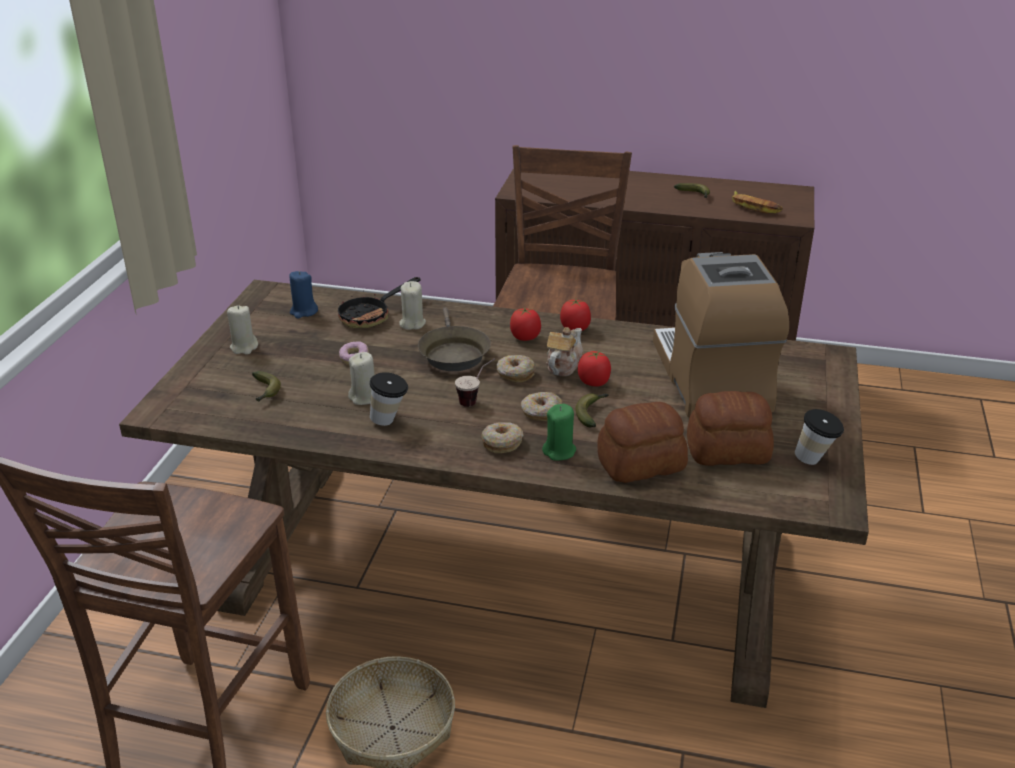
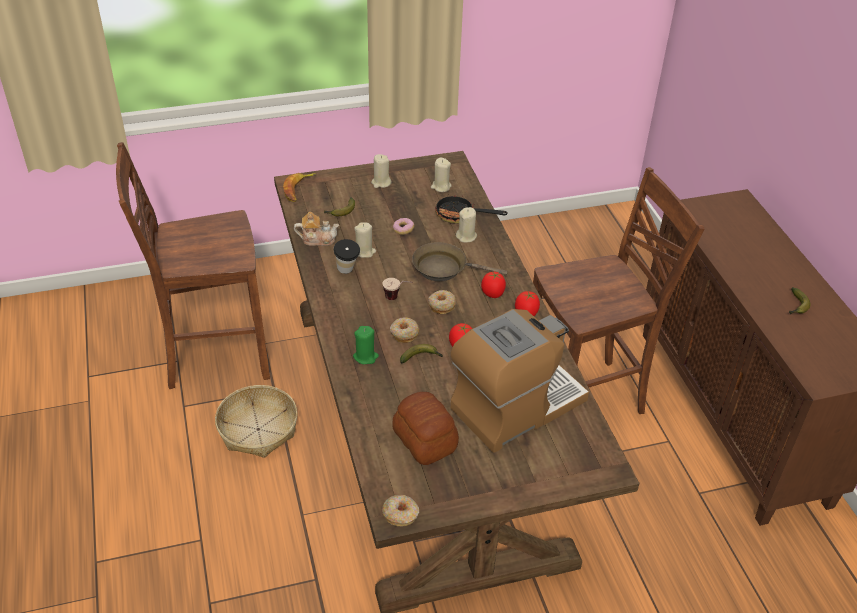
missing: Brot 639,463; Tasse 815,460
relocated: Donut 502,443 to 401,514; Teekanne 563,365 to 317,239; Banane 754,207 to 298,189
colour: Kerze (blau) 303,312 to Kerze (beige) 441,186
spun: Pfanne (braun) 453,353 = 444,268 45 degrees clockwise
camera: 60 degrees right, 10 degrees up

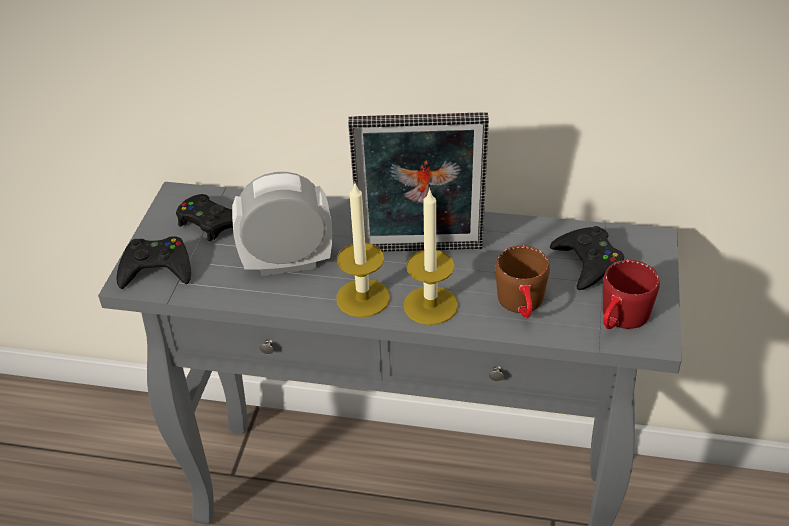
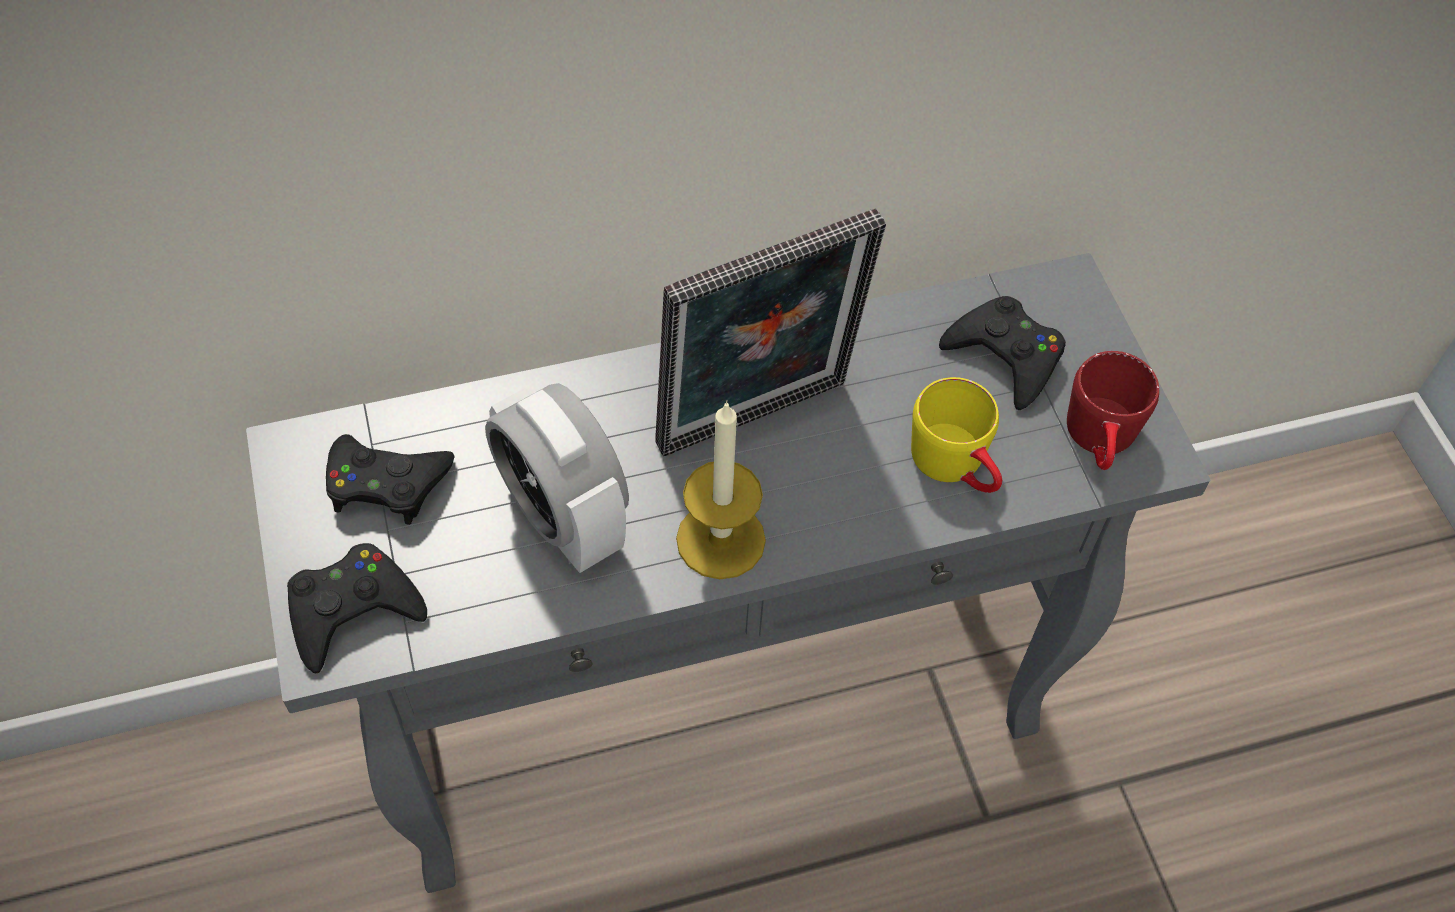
missing: Kerze 430,305
colour: Henkelbecher (braun) 522,306 to Henkelbecher (gelb) 957,466
spun: Wecker 287,263 = 563,519 90 degrees counterclockwise
camera: 30 degrees left, 15 degrees up

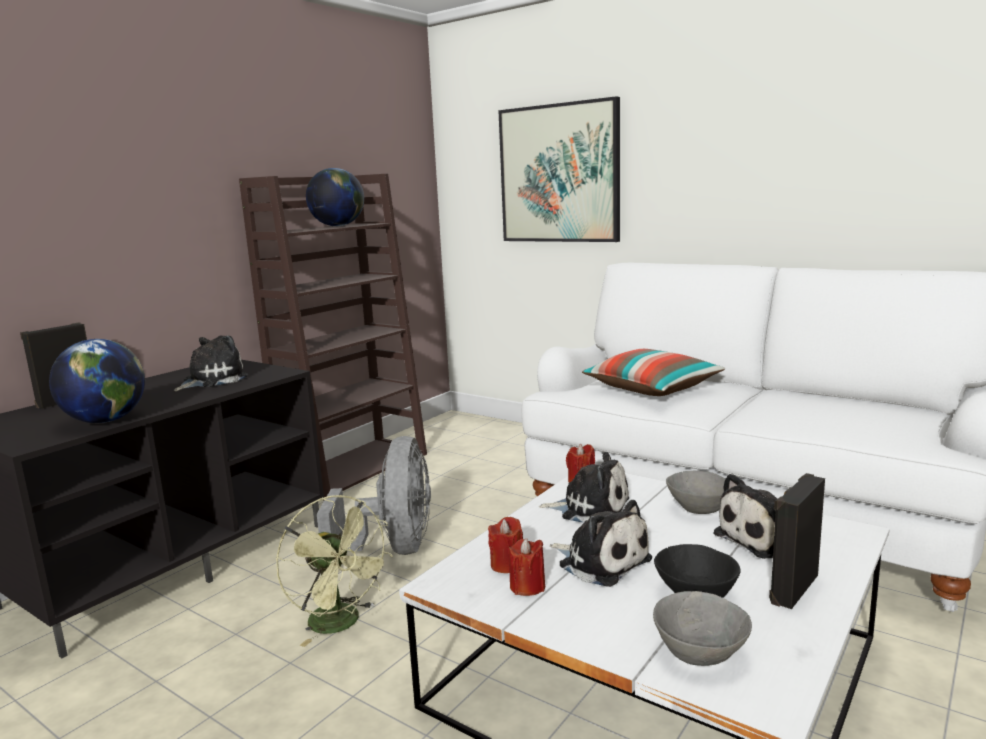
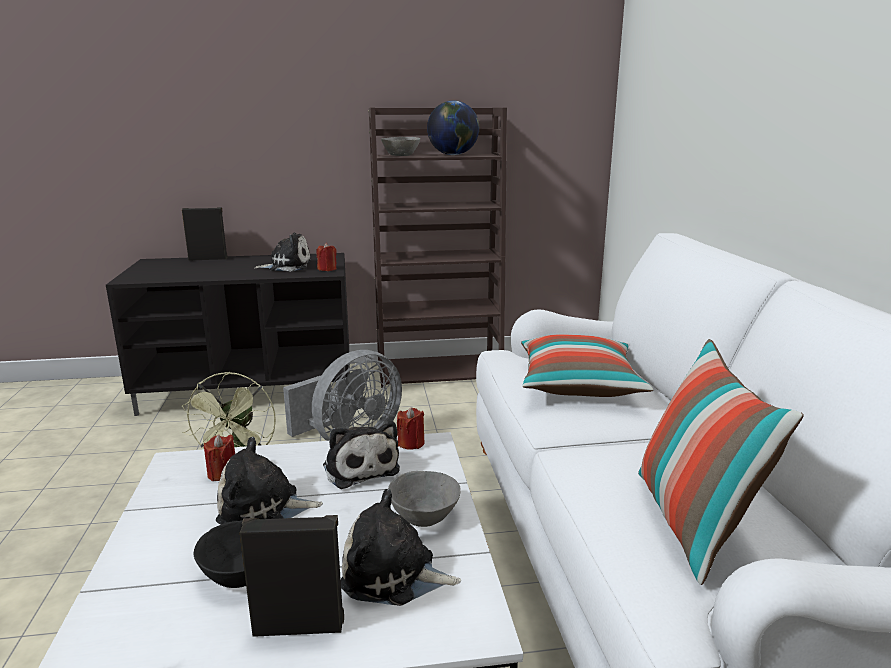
missing: Globus 105,420; Bild 559,174
appeared: Kissen 693,523
relocated: Kerze (rot) 527,587 to 327,269; Schüssel (grau) 700,653 to 400,155
spun: Plüschtier 601,561 = 264,508 90 degrees clockwise
camera: 45 degrees right, 5 degrees up

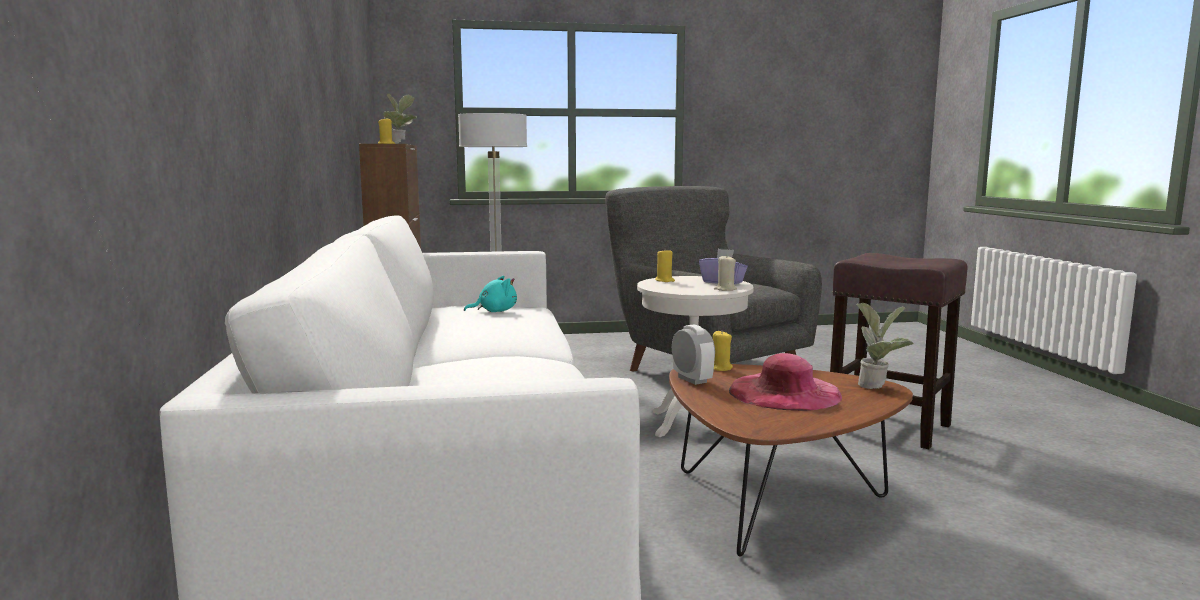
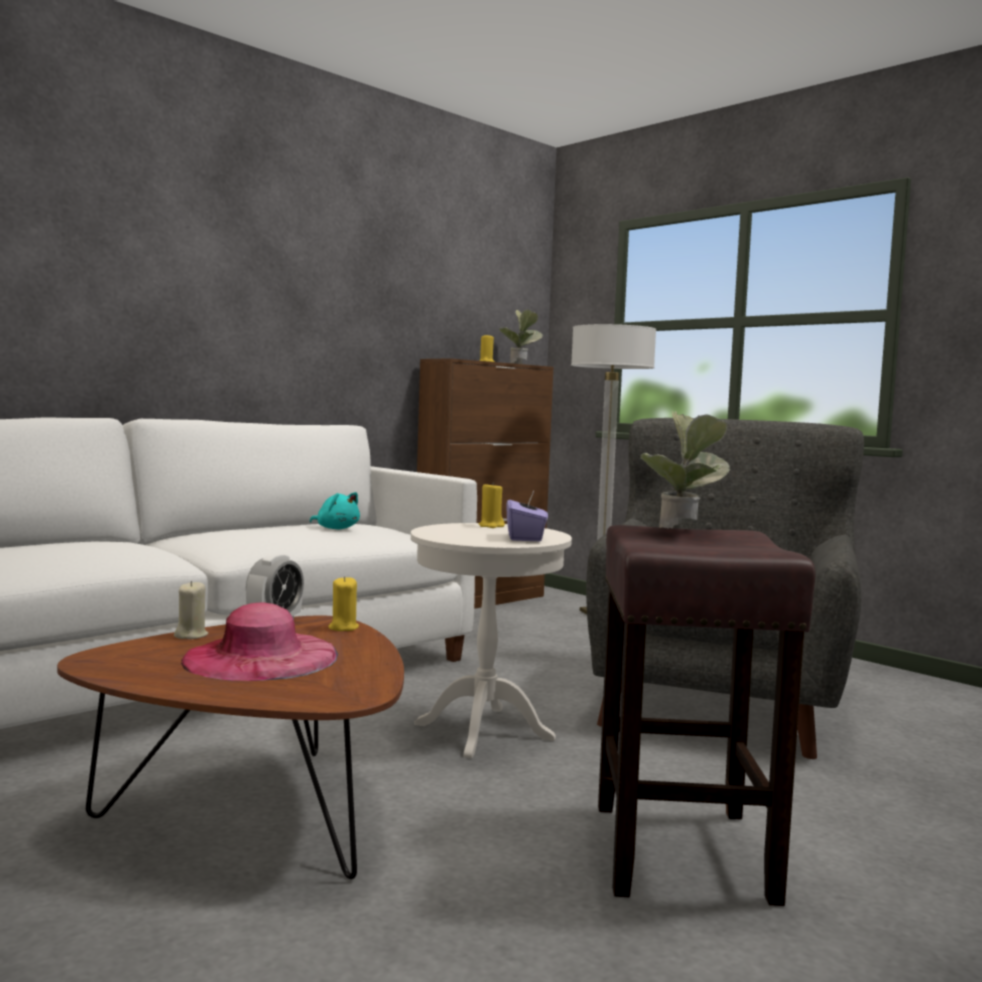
relocated: Kerze (beige) 725,289 to 191,635; Topfpflanze 878,385 to 685,530
camera: 55 degrees right, 5 degrees down

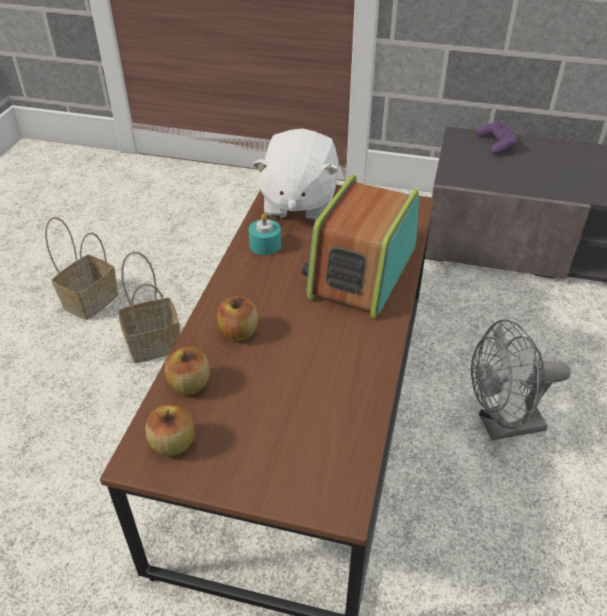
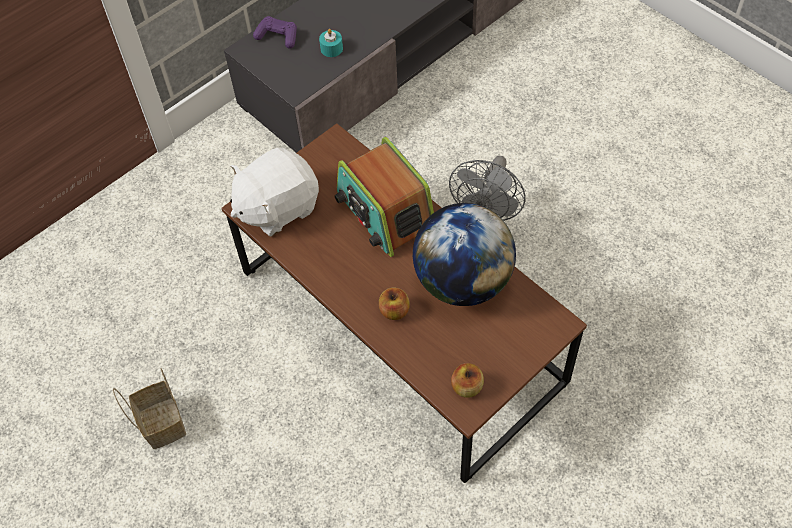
missing: Korb 155,343; Apfel 189,385
appeared: Globus 462,281
relocated: Kerze (türkis) 265,245 to 331,49
spun: Plüschtier (weiß) 298,203 = 277,207 105 degrees clockwise
camera: 55 degrees left, 15 degrees up

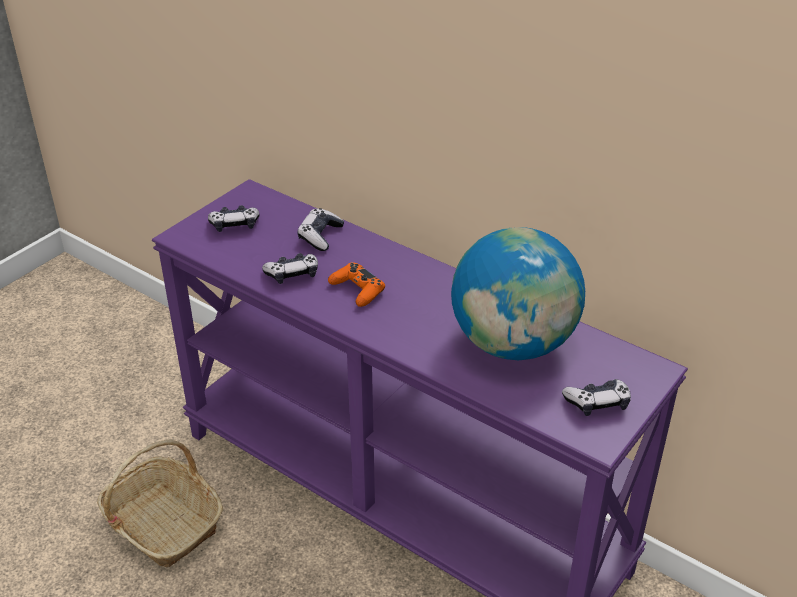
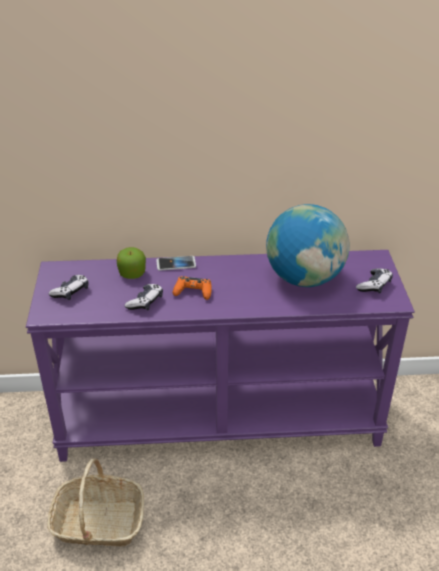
appeared: Handy 176,264
exchanged: Gamepad 320,236 to Apfel 132,273
camera: 40 degrees left, 0 degrees up

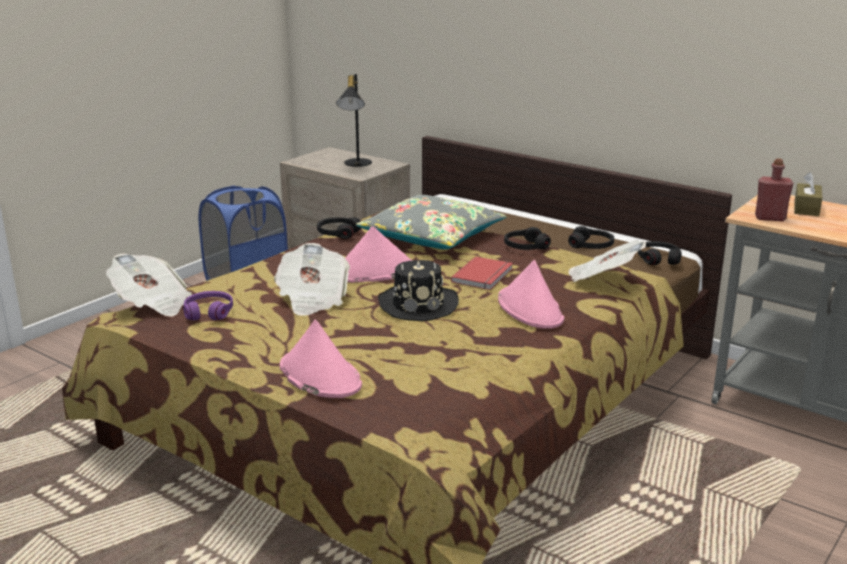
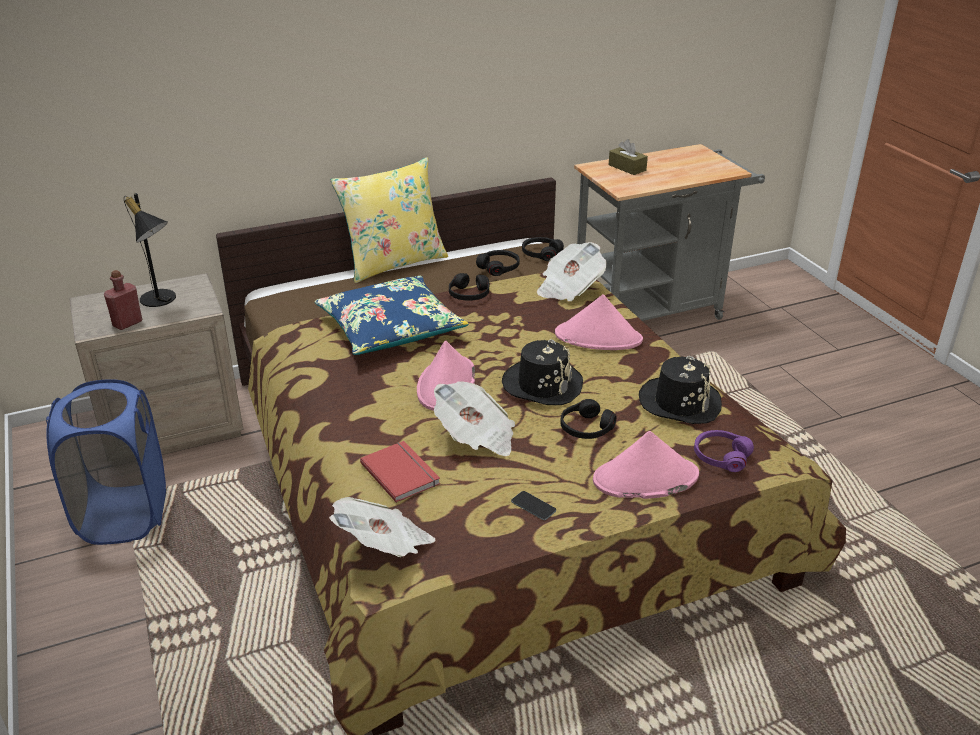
appeared: Kissen (gelb) 394,263; Handy 533,506; Hut (schwarz) 680,402
relocated: Kopfhörer (lila) 209,312 to 721,457; Kopfhörer (schwarz) 338,233 to 586,428; Buch (rot) 484,276 to 402,472; Flasche (rot) 770,218 to 127,323
colour: Kissen (grau) 432,237 to Kissen (blau) 391,328
camera: 60 degrees left, 10 degrees up

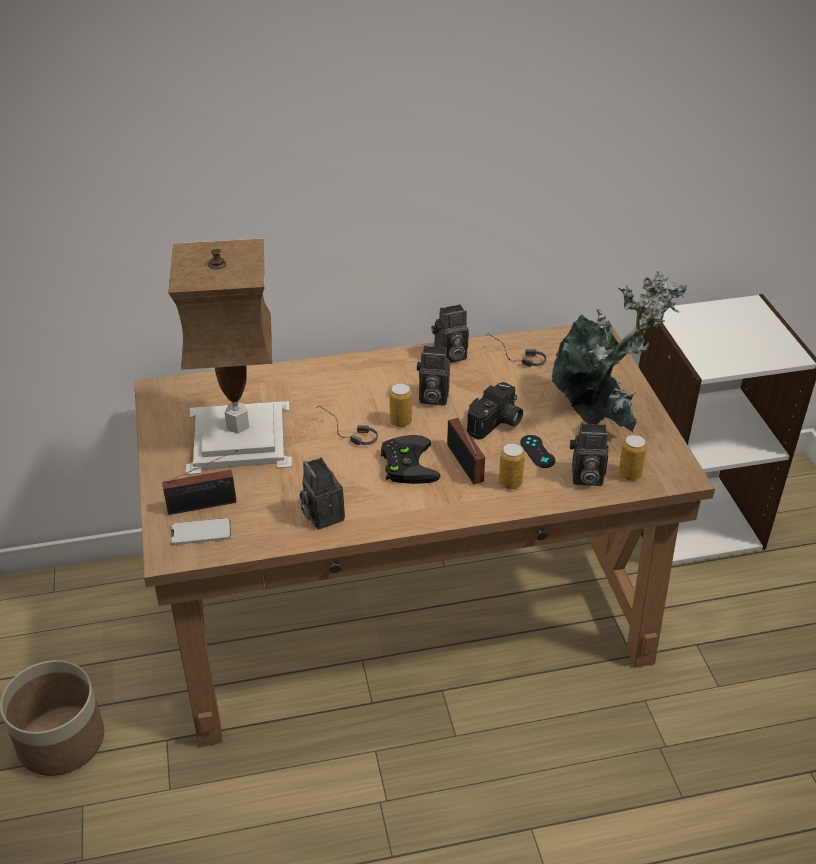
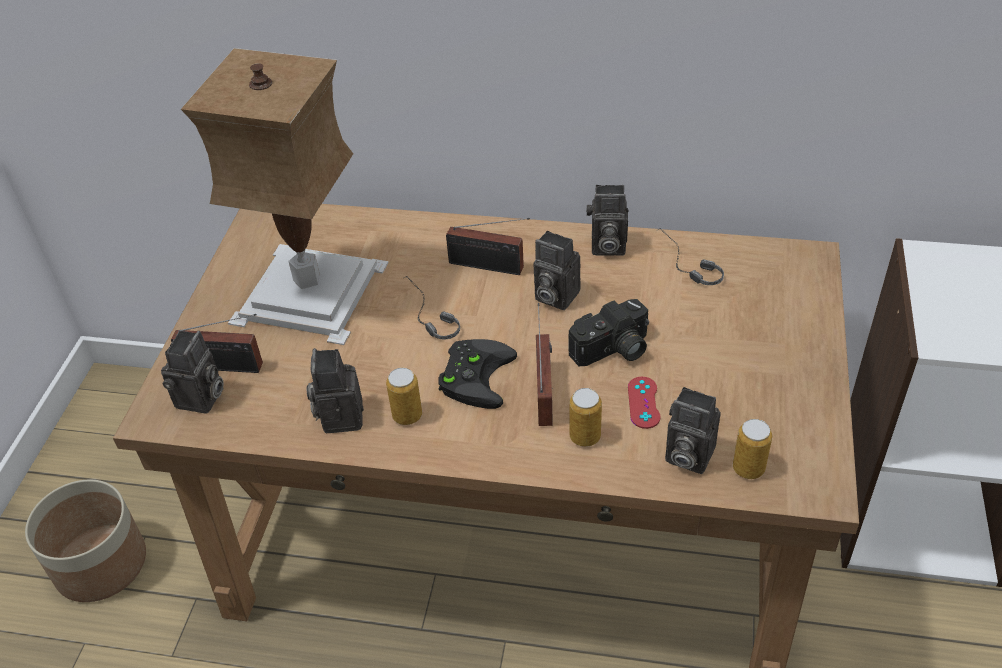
missing: Topfpflanze 602,415
appeared: Radio 490,266
relocated: Dose 400,421 to 407,415
exchanged: Handy 201,532 to Kamera 201,400
colour: Gamepad (schwarz) 537,451 to Gamepad (rot) 643,402
camera: 25 degrees right, 5 degrees up

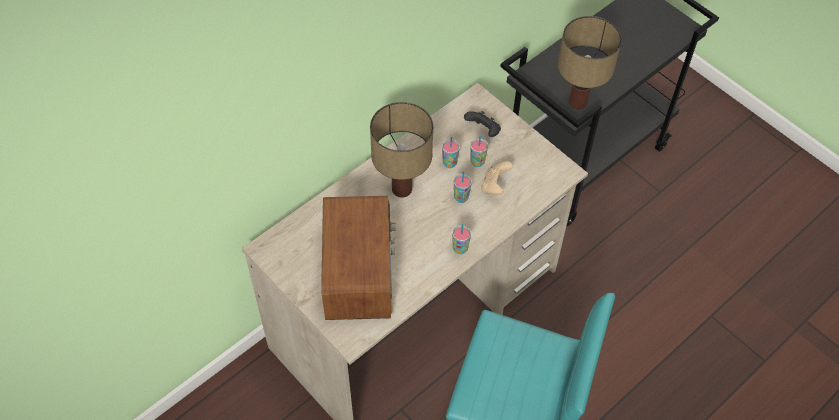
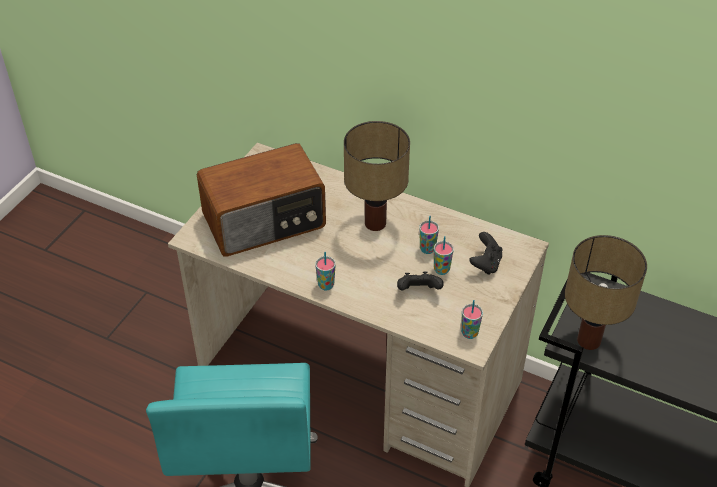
relocated: Tasse 461,198 to 469,333
colour: Gamepad (beige) 495,186 to Gamepad (schwarz) 418,291
camera: 70 degrees right, 10 degrees down

